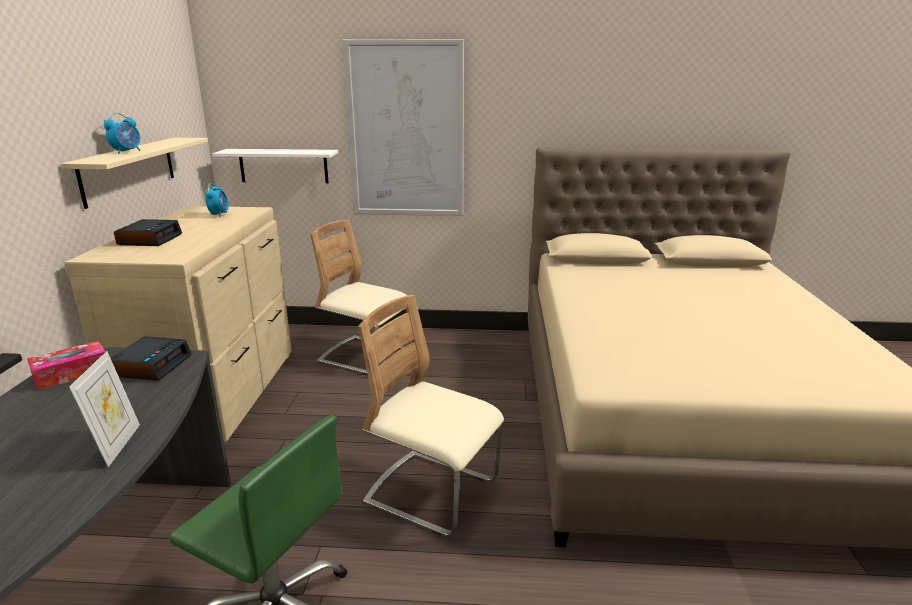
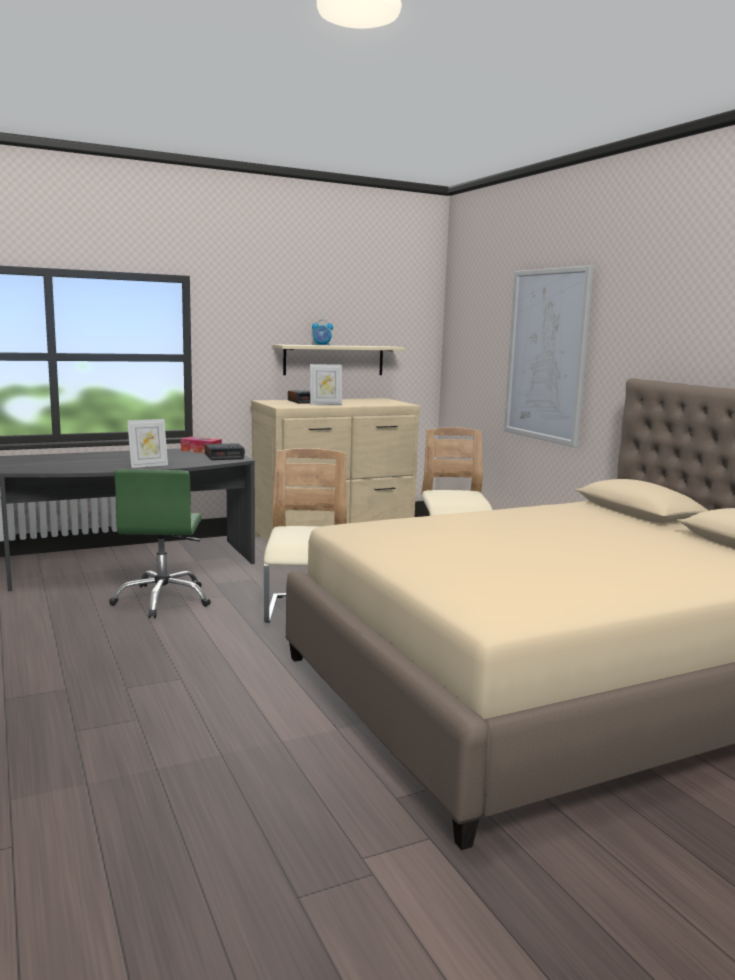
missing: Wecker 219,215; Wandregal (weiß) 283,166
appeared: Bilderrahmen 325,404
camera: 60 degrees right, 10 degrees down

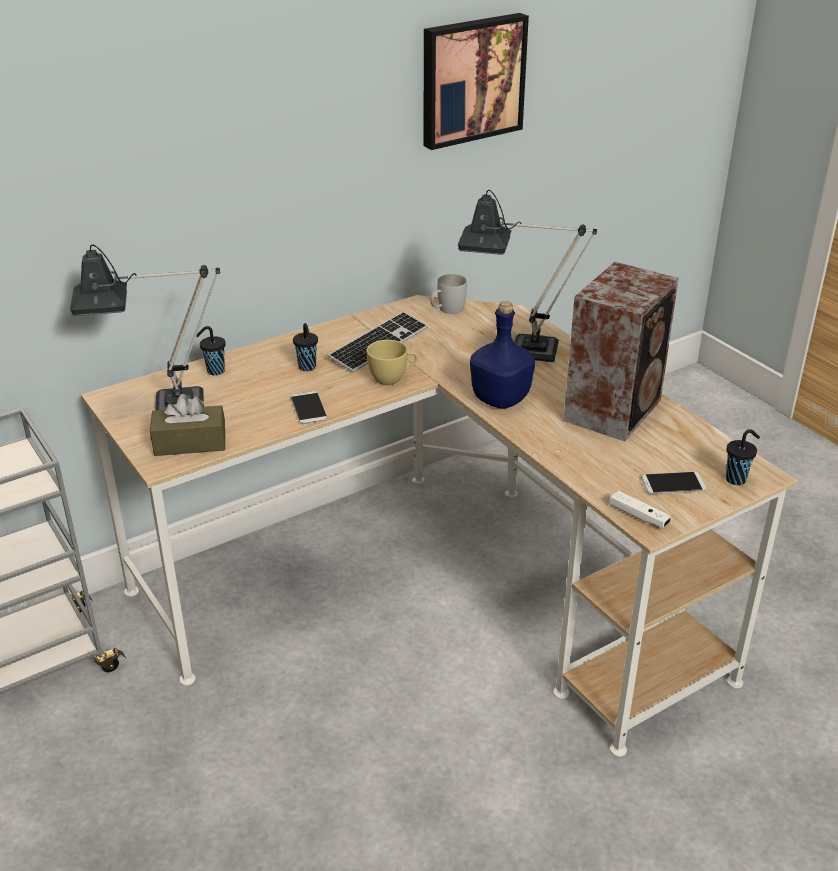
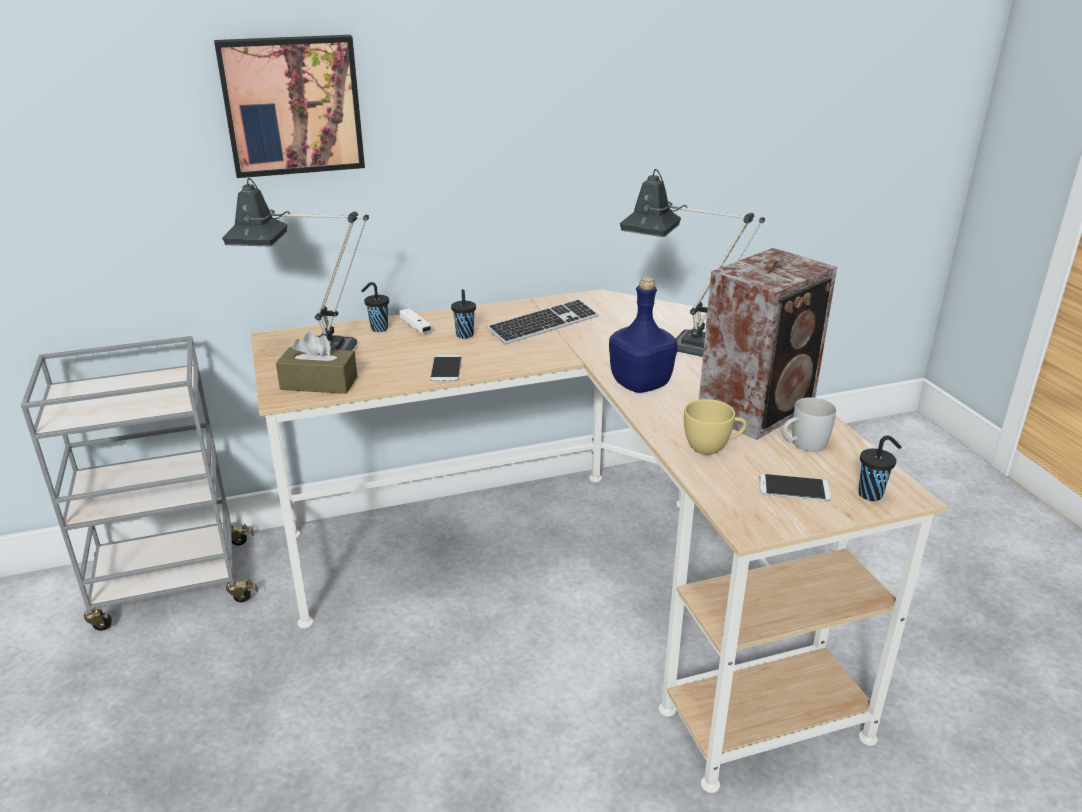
relocated: Tasse (gelb) 392,379 to 712,447; Bild 471,79 to 292,105; Henkelbecher (weiß) 447,310 to 802,445; Gamepad (weiß) 638,516 to 415,327
camera: 15 degrees right, 5 degrees down

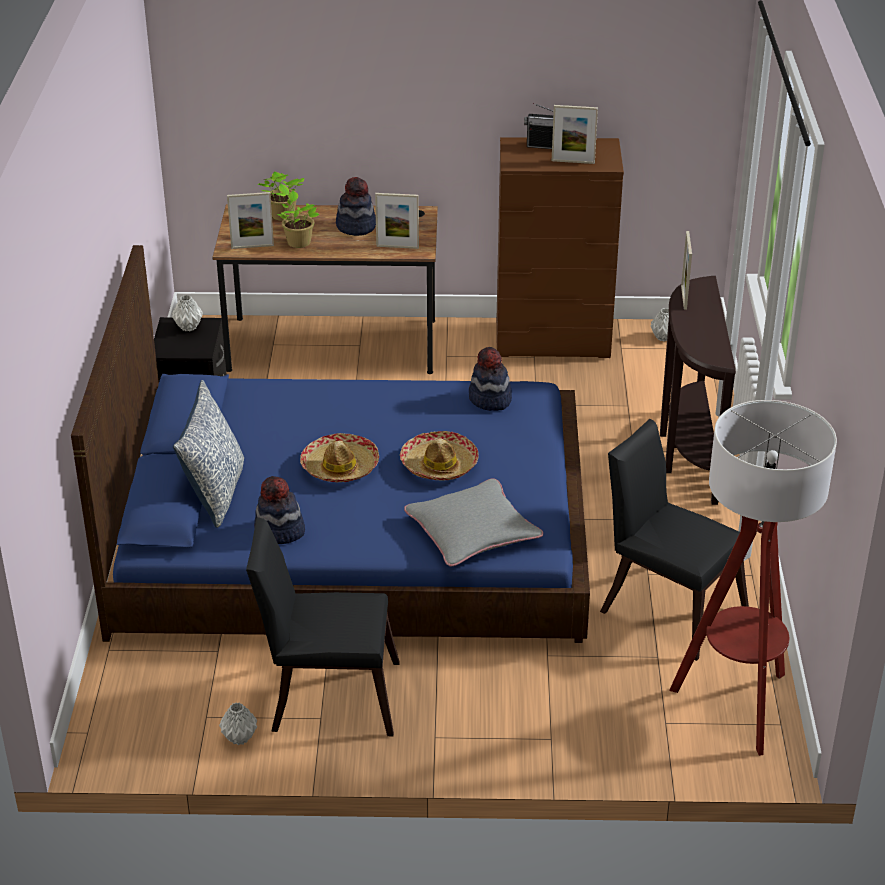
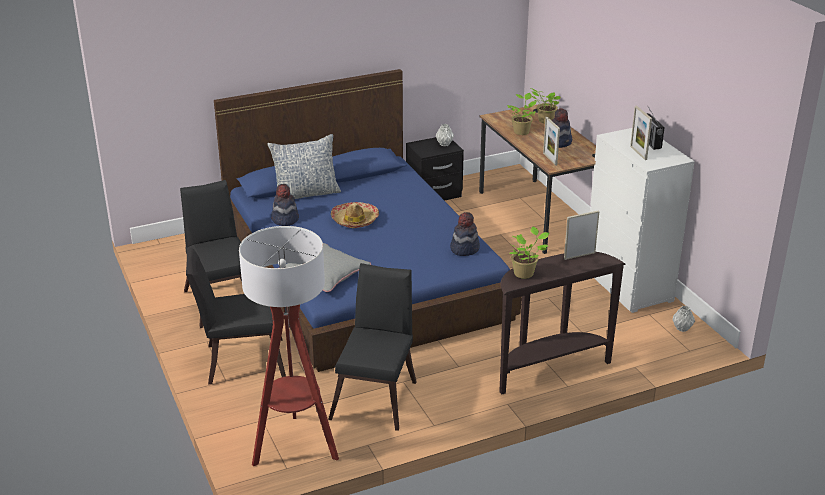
missing: Vase (grau) 239,738; Bilderrahmen 252,246; Hut 439,465
appeared: Stuhl (schwarz) 239,361; Topfpflanze 525,273
colour: Kommode (braun) 553,340 to Kommode (weiß) 628,286
camera: 65 degrees right, 5 degrees down

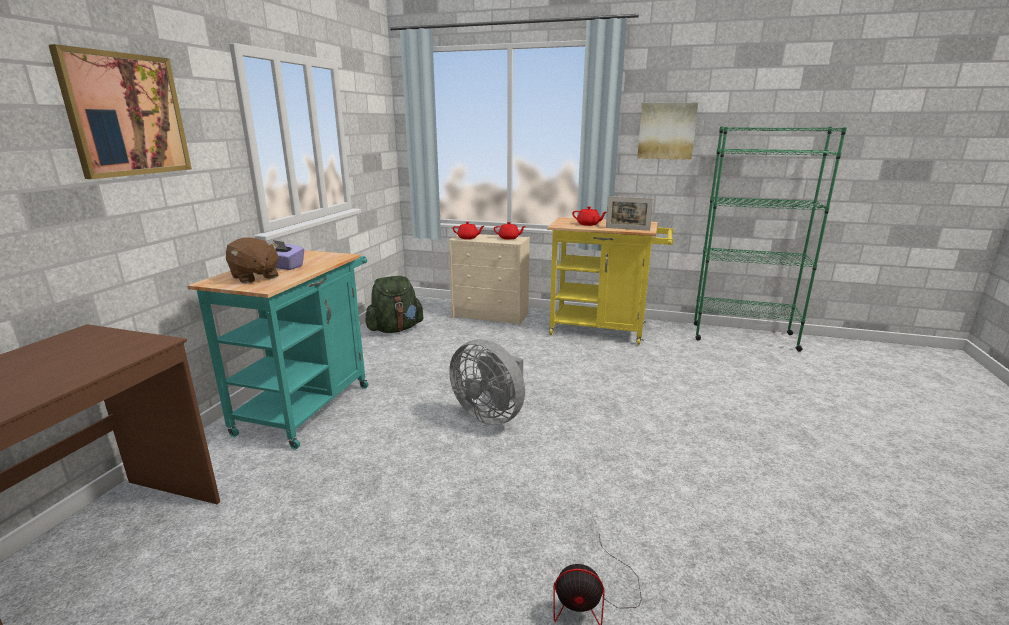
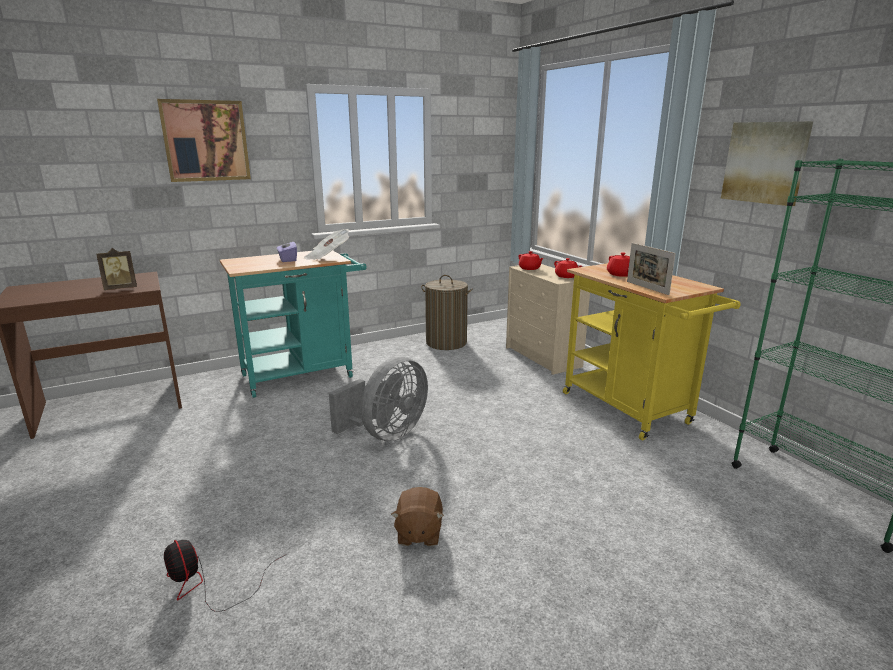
appeared: Bilderrahmen 121,288; Zeitung 327,257
relocated: Plüschtier (braun) 254,277 to 418,533
exchanged: Rucksack (grün) 395,329 to Wäschekorb 446,342
spun: Ventilator (grau) 491,415 = 386,434 135 degrees counterclockwise
camera: 45 degrees right, 0 degrees up

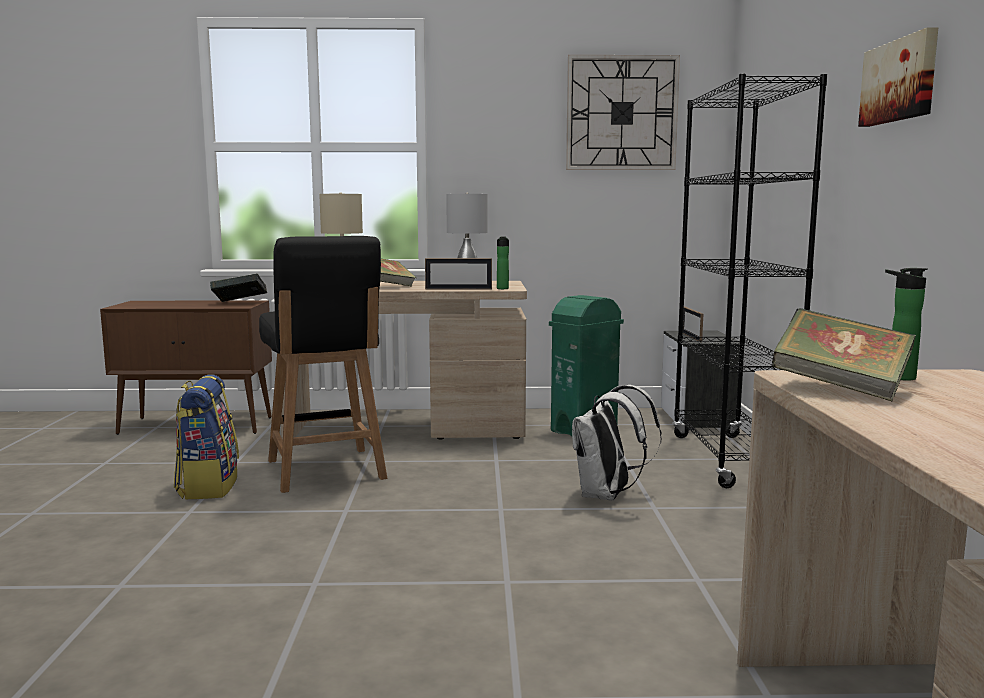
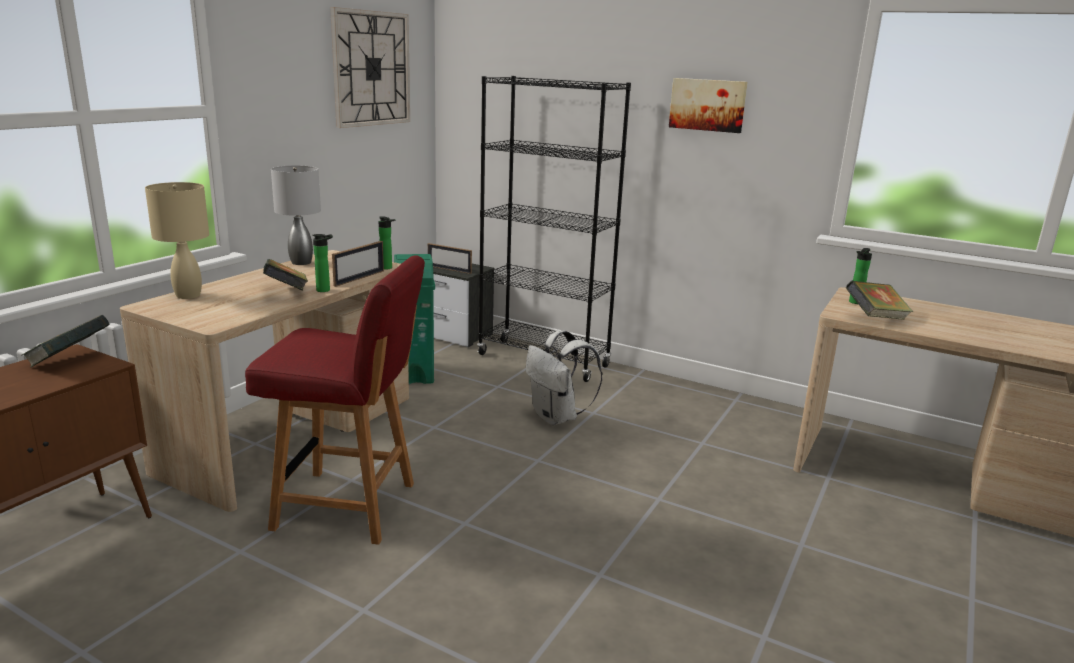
missing: Rucksack 208,486
appeared: Flasche 325,290
colour: Stuhl (schwarz) 326,471 to Stuhl (rot) 349,506
camera: 60 degrees left, 10 degrees up

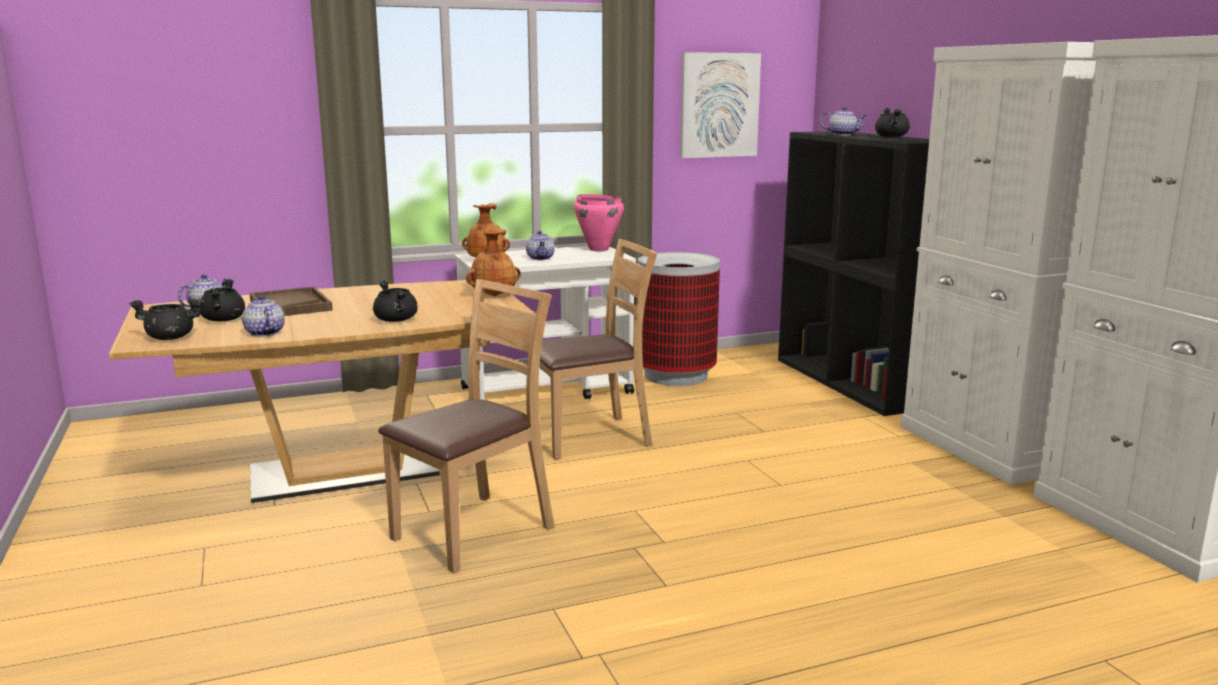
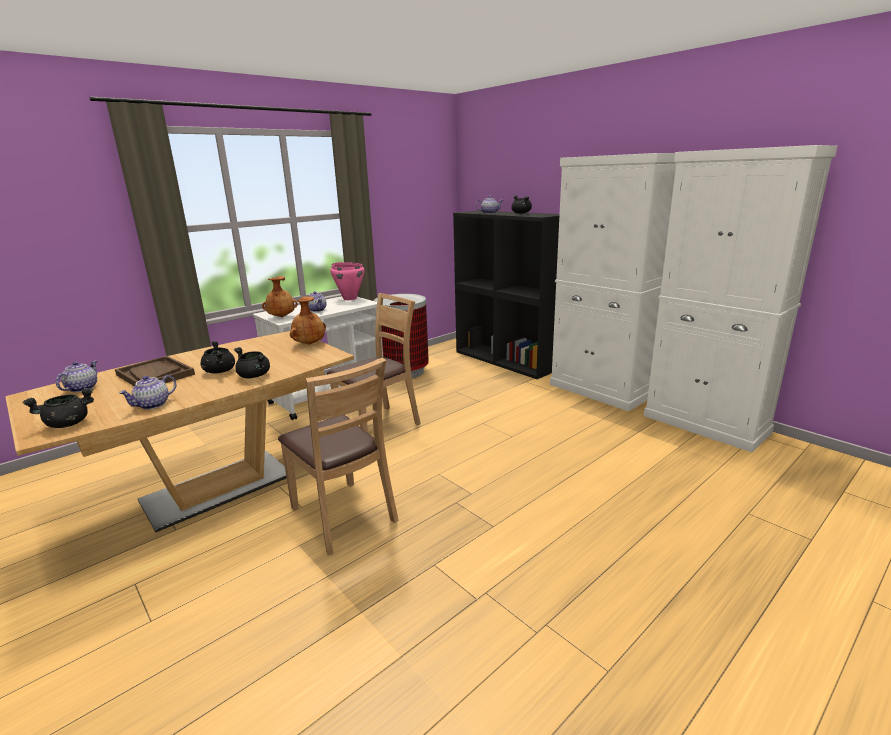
missing: Bild 719,105
relocated: Kochtopf (schwarz) 223,320 to 219,371
spun: Teekanne 264,333 = 152,405 90 degrees counterclockwise; Stuhl (braun) 474,531 = 343,516 120 degrees clockwise
camera: 20 degrees left, 5 degrees up

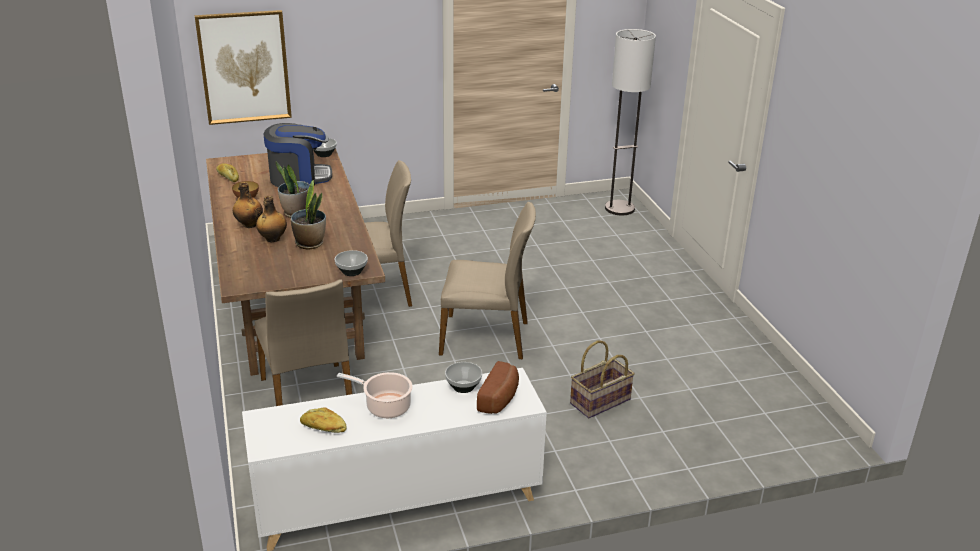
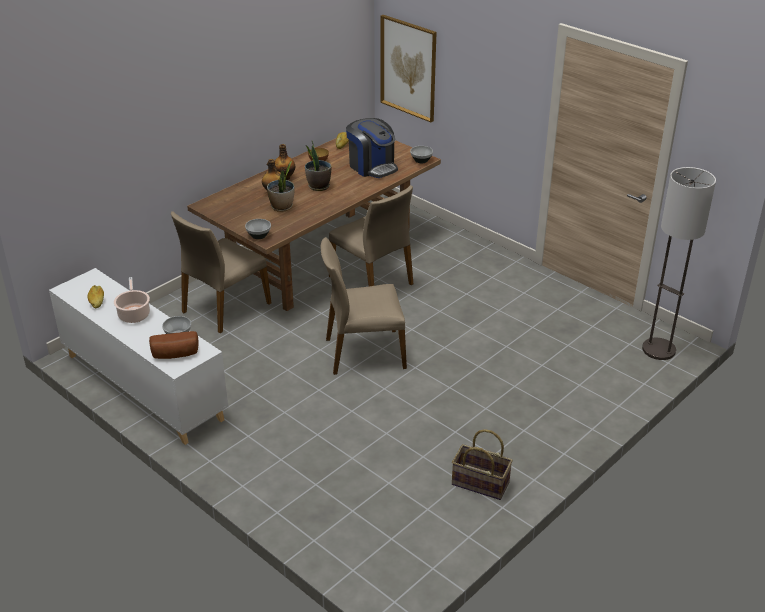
relocated: Korb 600,402 to 479,484
spun: Stuhl (beige) 485,337 = 364,352 105 degrees clockwise
camera: 60 degrees right, 5 degrees up

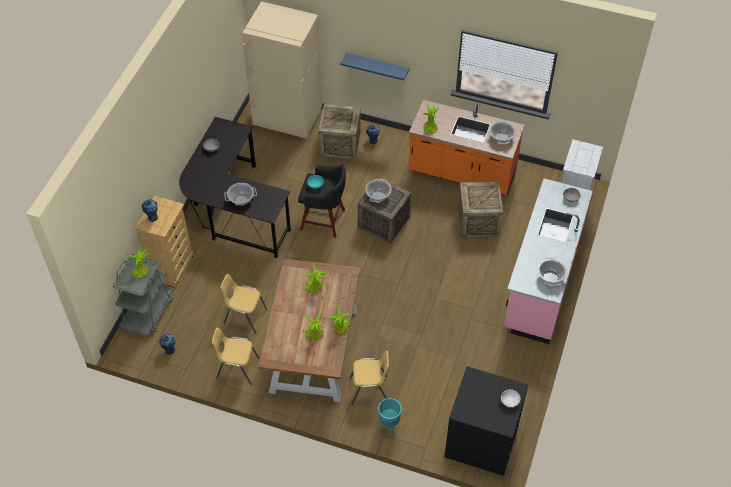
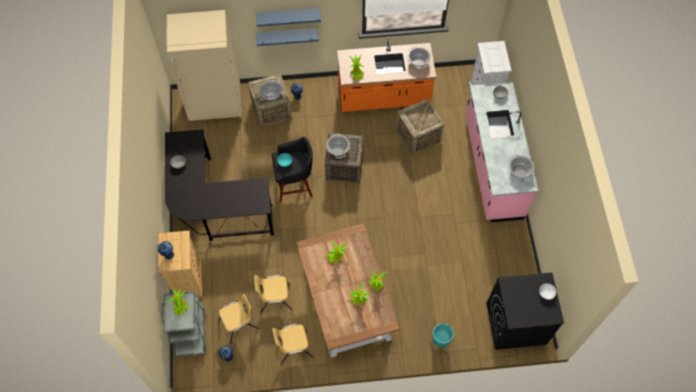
appeared: Wandregal (blau) 288,15
relocated: Kochtopf 241,200 to 271,95; Stuhl (gelb) 369,390 to 239,325
camera: 25 degrees left, 10 degrees up

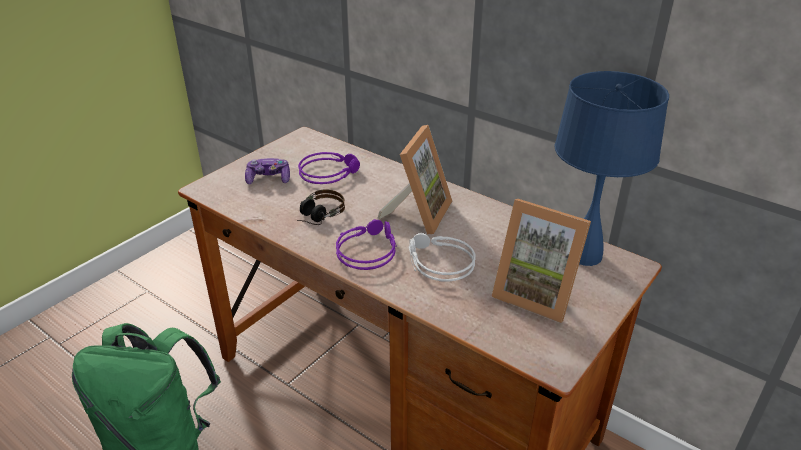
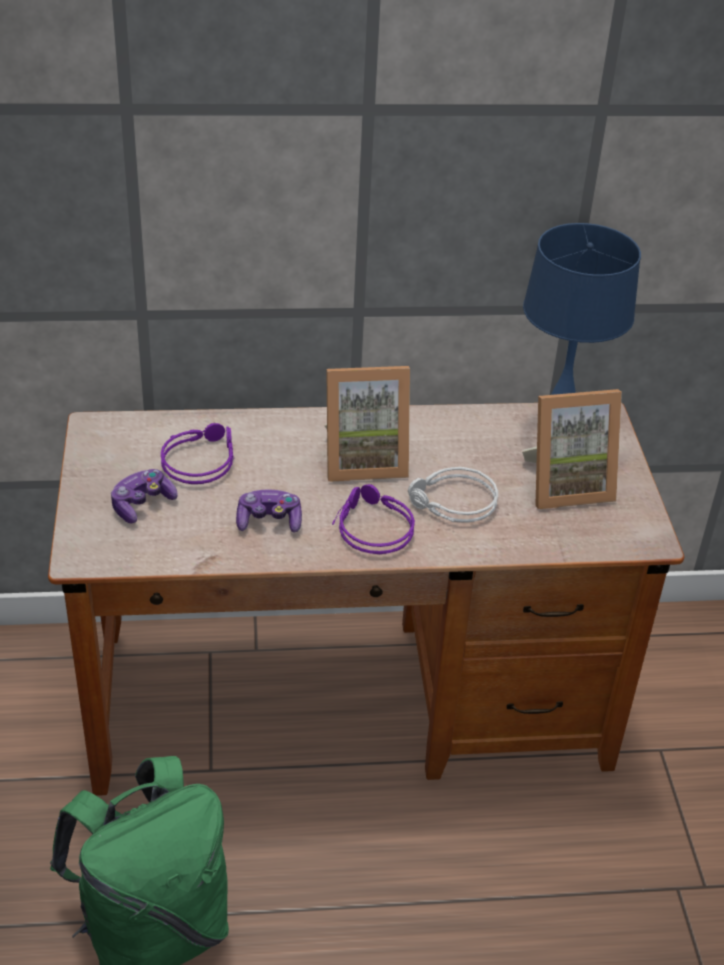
exchanged: Kopfhörer 316,218 to Gamepad 269,521
spun: Bilderrahmen 418,213 = 363,460 105 degrees clockwise
camera: 45 degrees left, 5 degrees up

